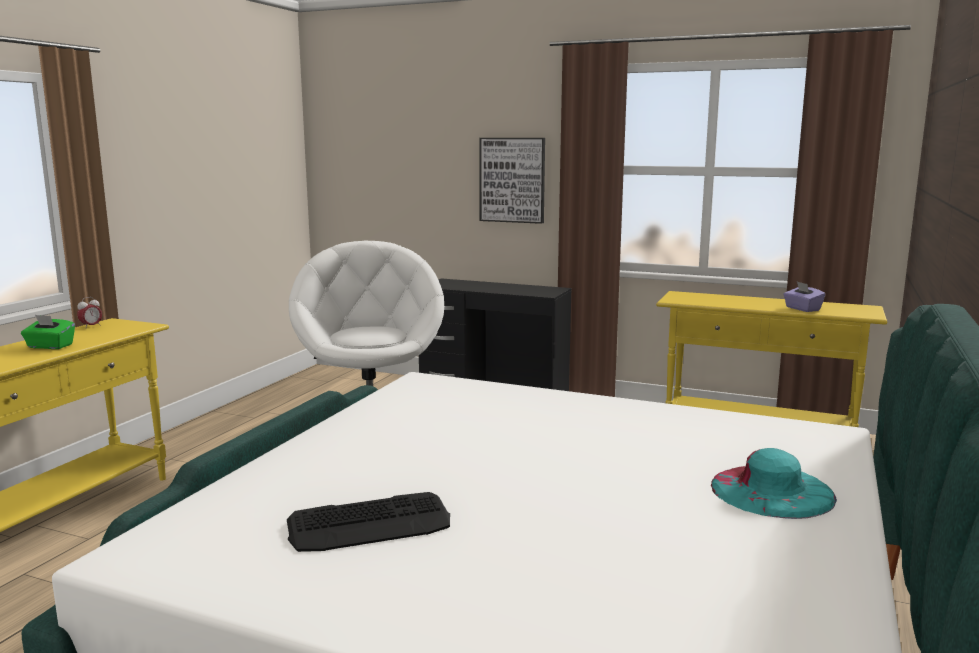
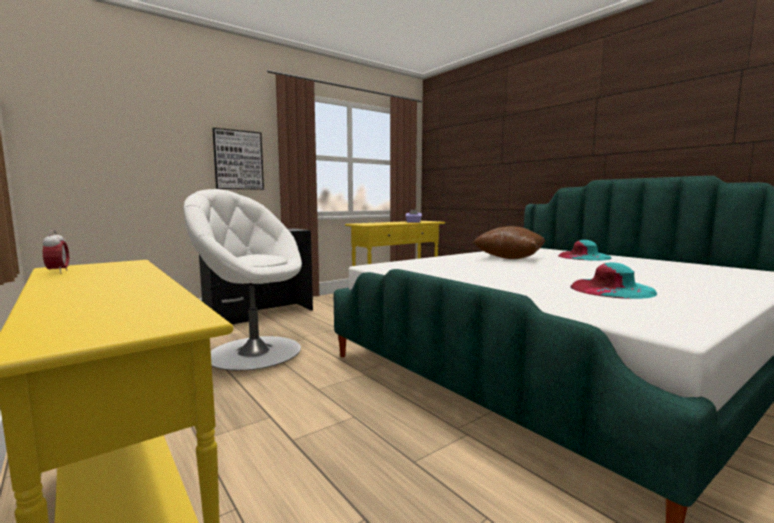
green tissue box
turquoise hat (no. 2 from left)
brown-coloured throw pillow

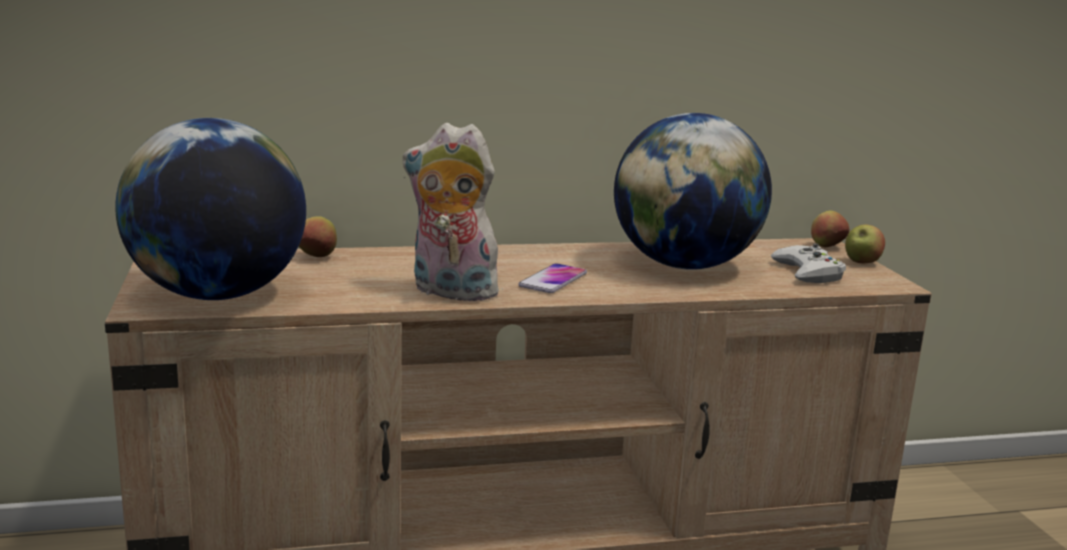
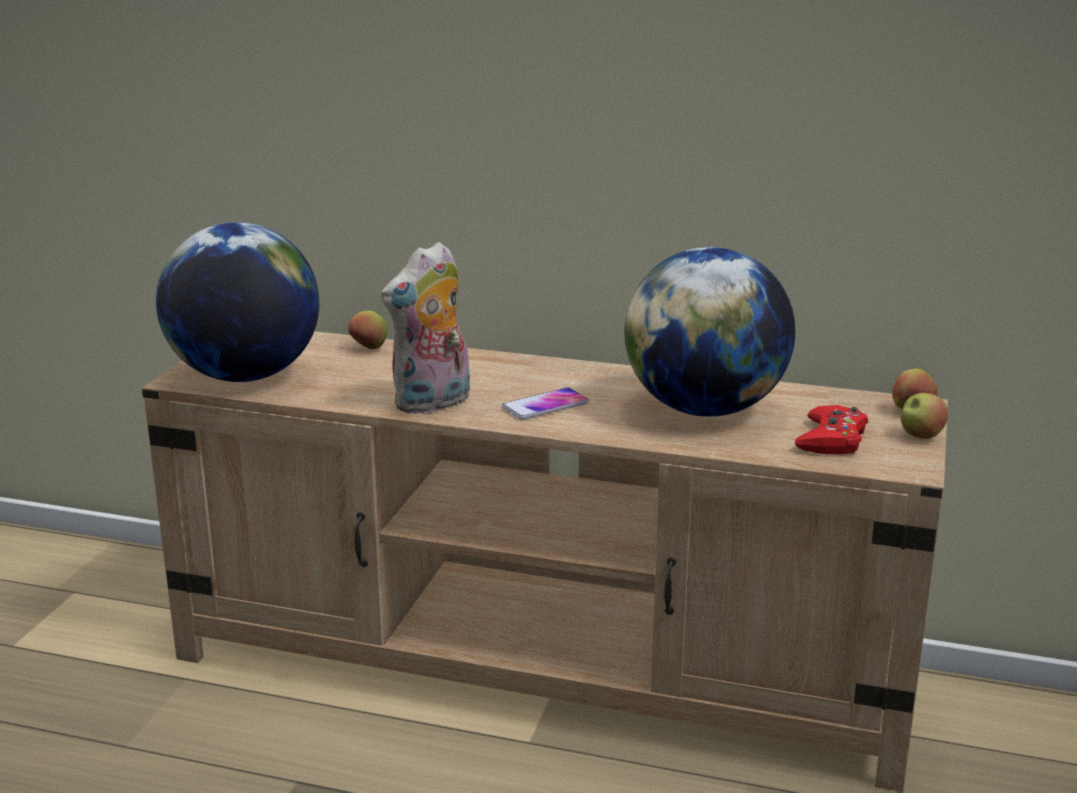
cuddly toy
red-coloured joypad

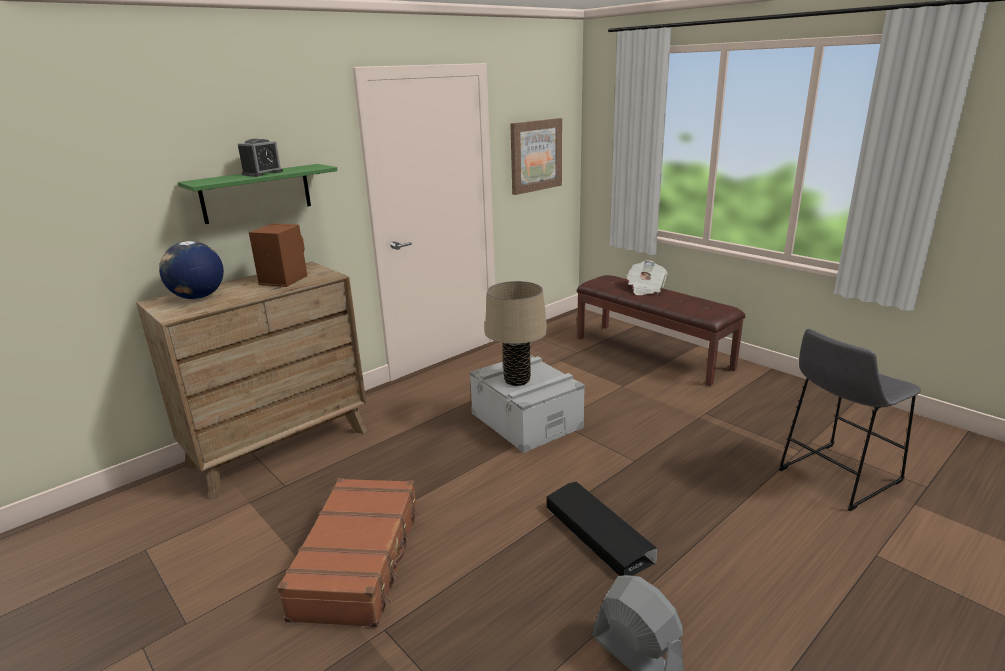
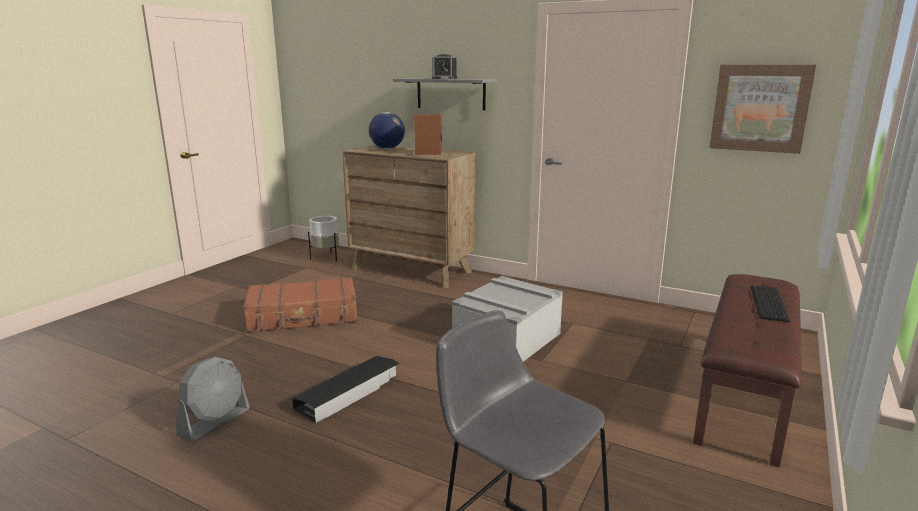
gray wall shelf
PC keyboard
beige-coloured tabletop lamp
whitish planter

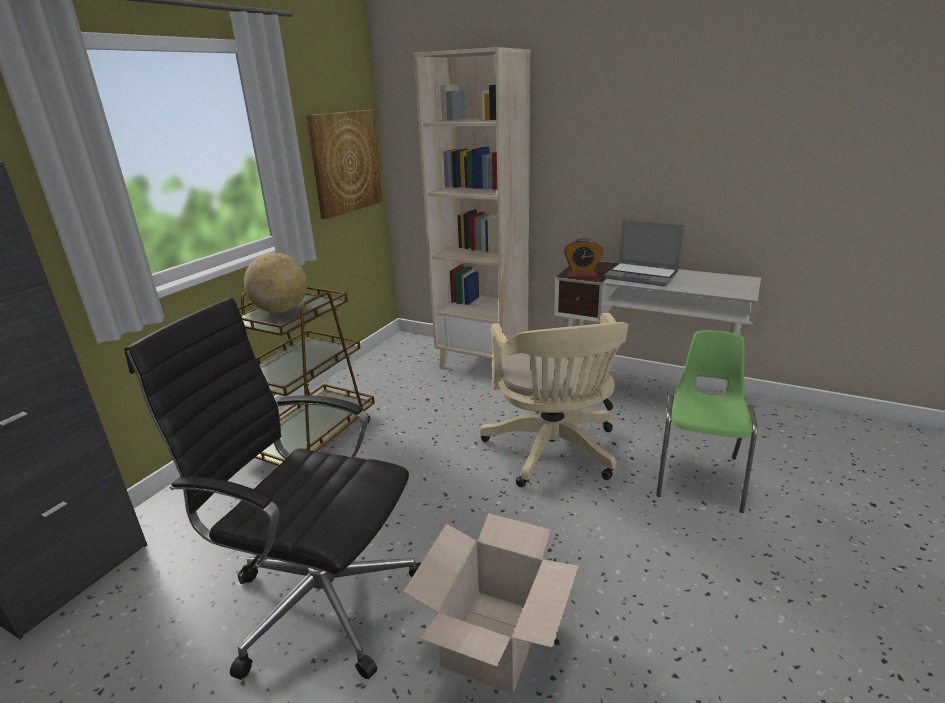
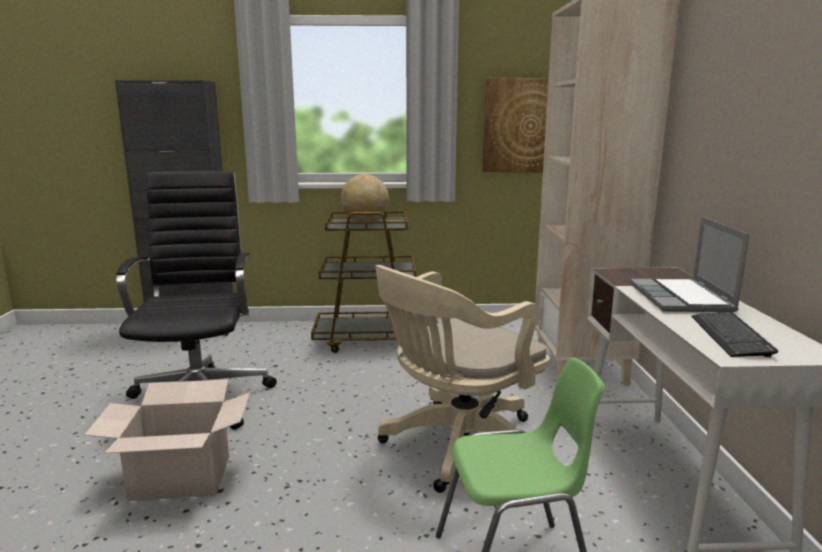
table clock
PC keyboard

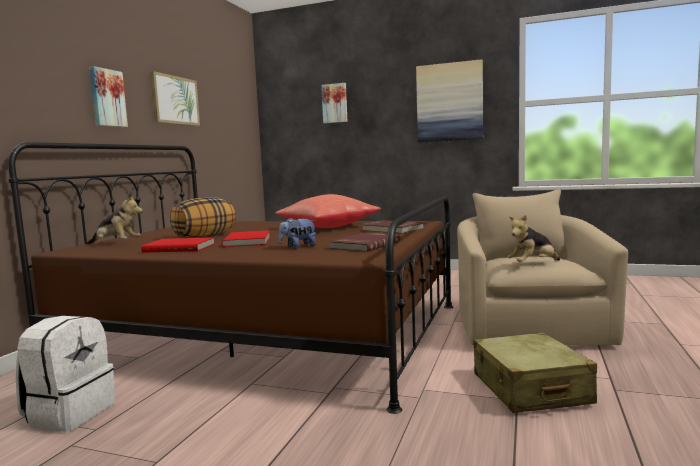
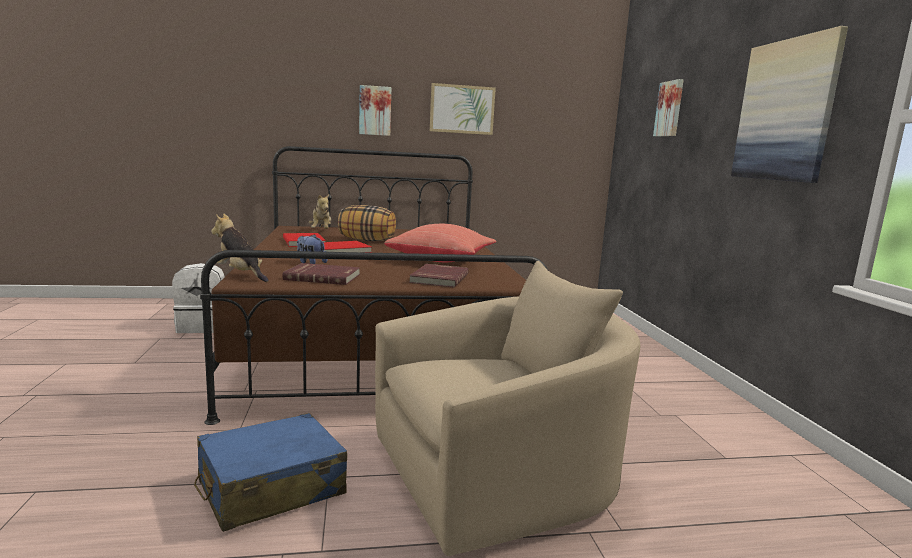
cuddly toy (no. 1 from left)
bluish travel case

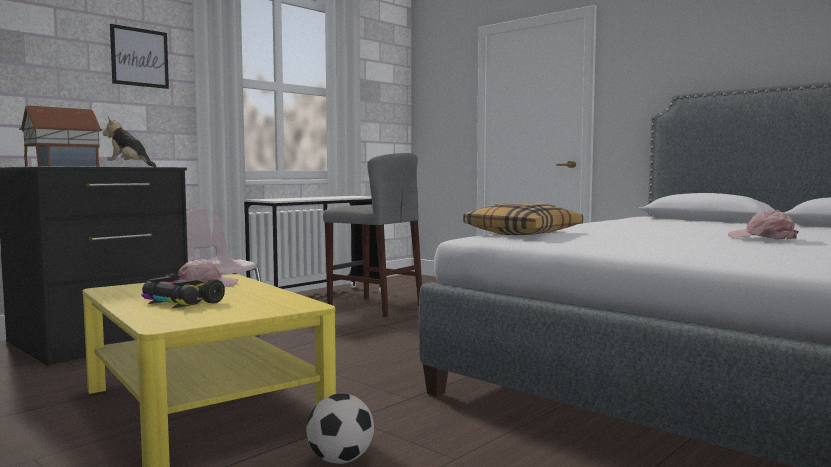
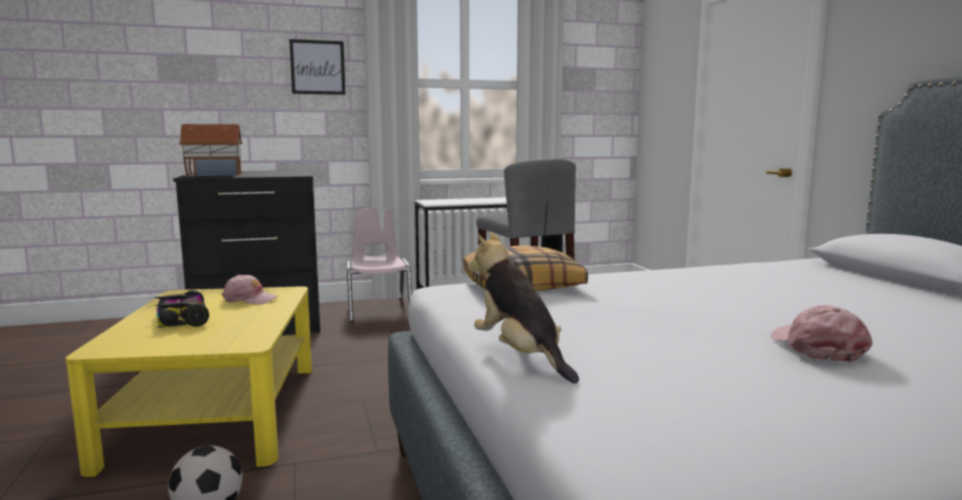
cuddly toy

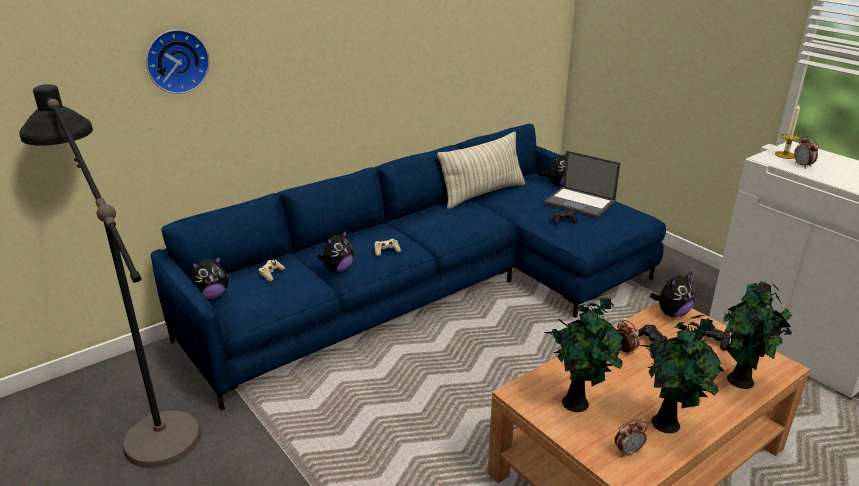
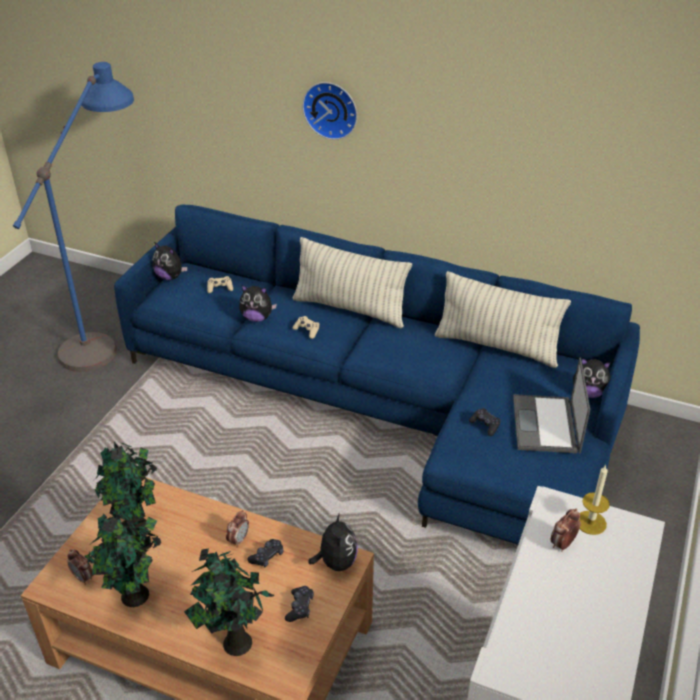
clock on the wall
bluish floor lamp
cuddly toy (no. 3 from left)
throw pillow (no. 1 from left)

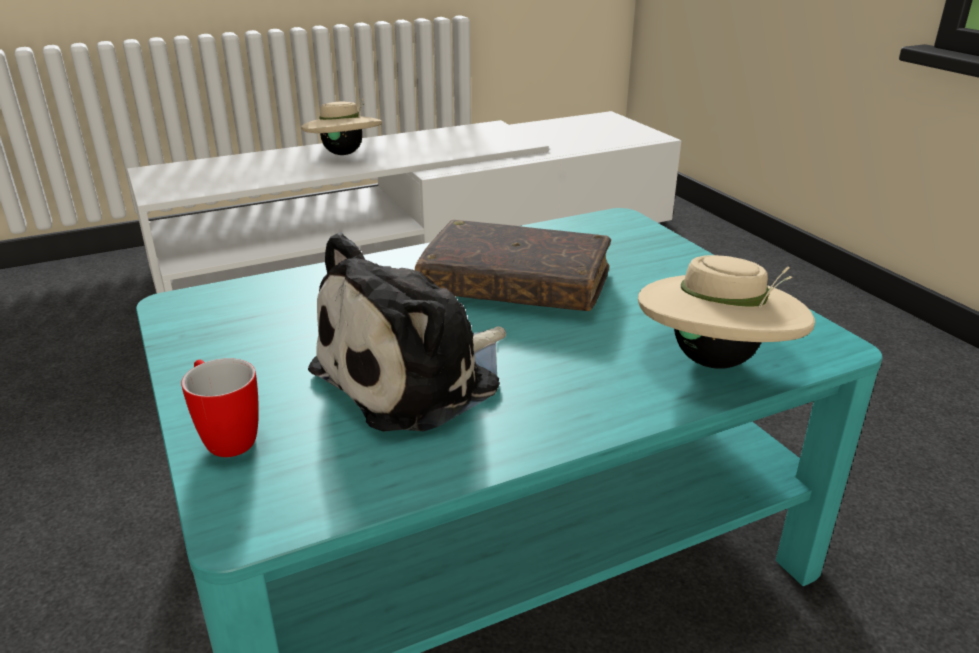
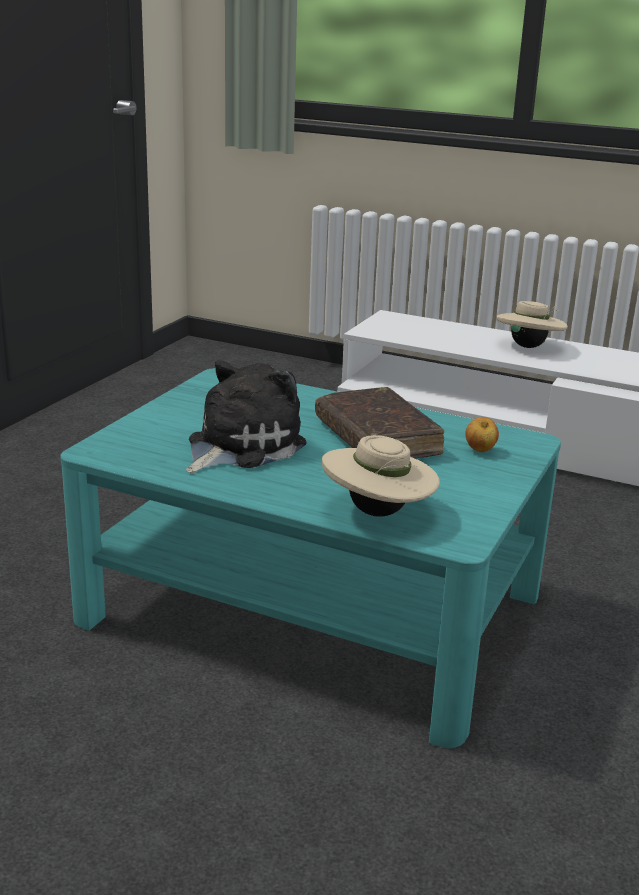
cuddly toy
coffee mug
apple fruit

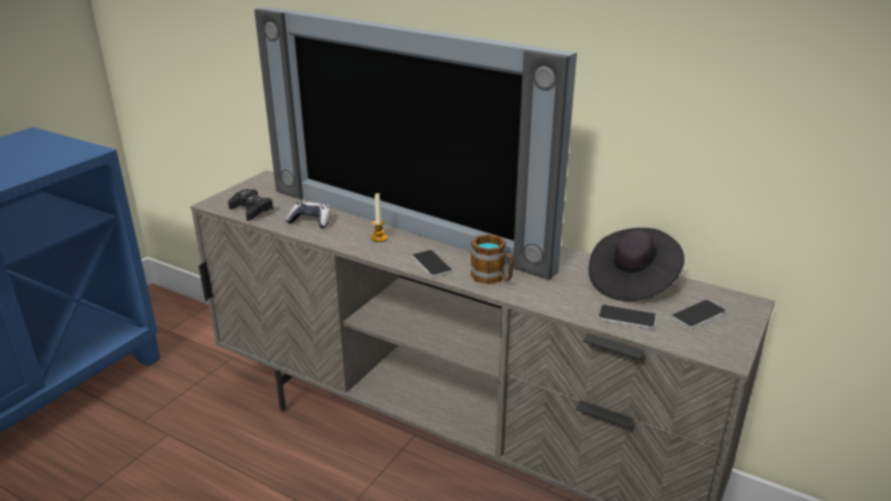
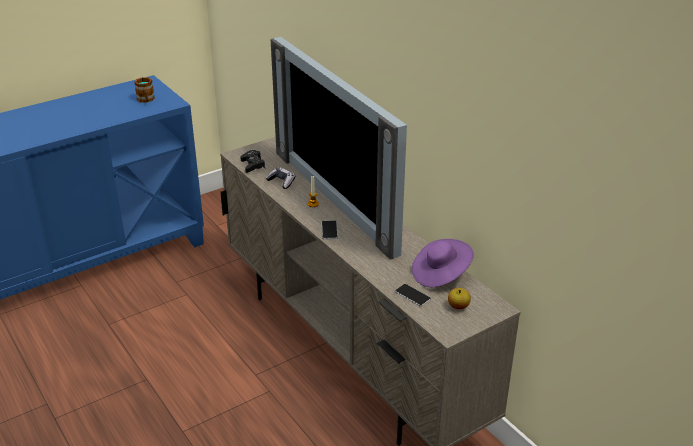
purple hat
coffee mug
apple fruit

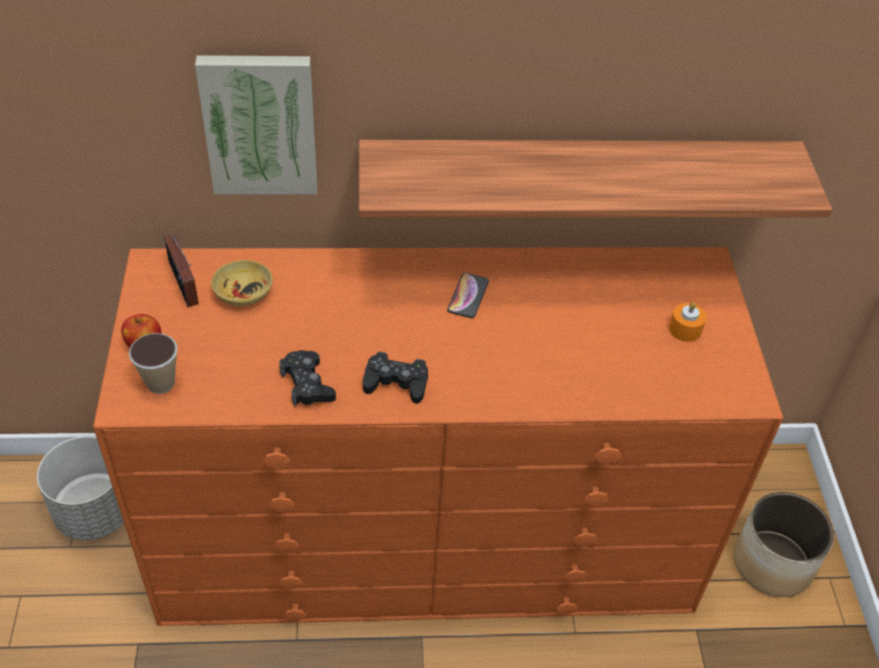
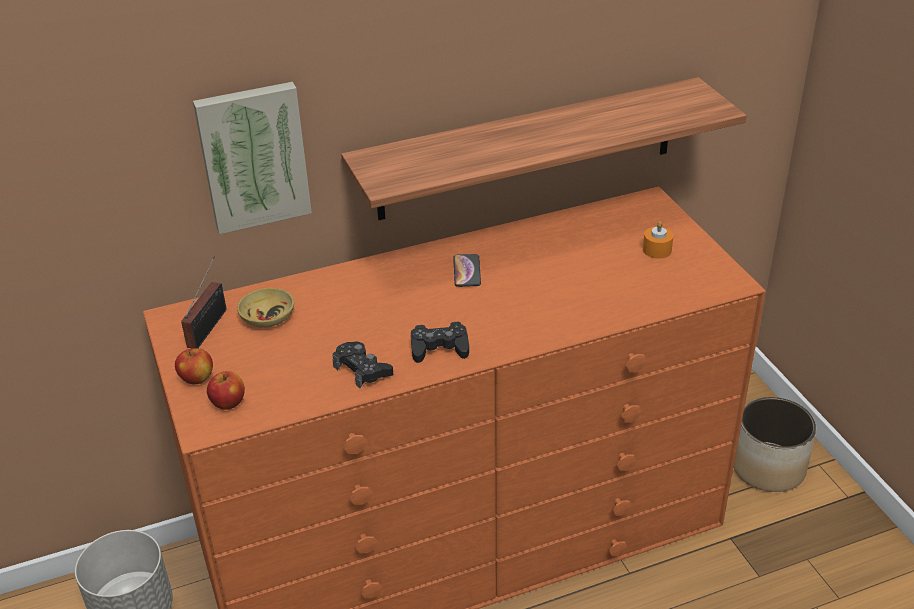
radio set
apple fruit (no. 2 from left)

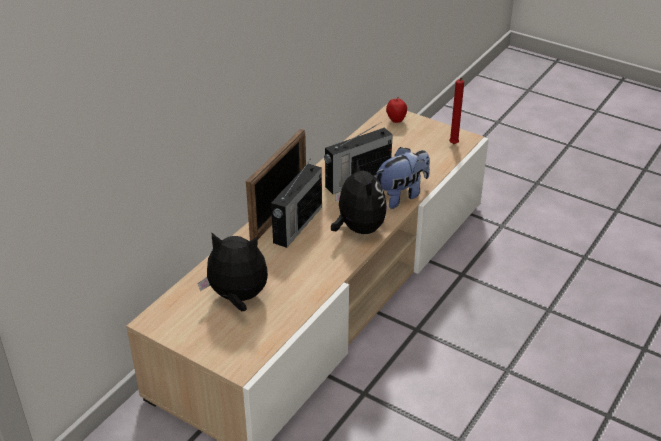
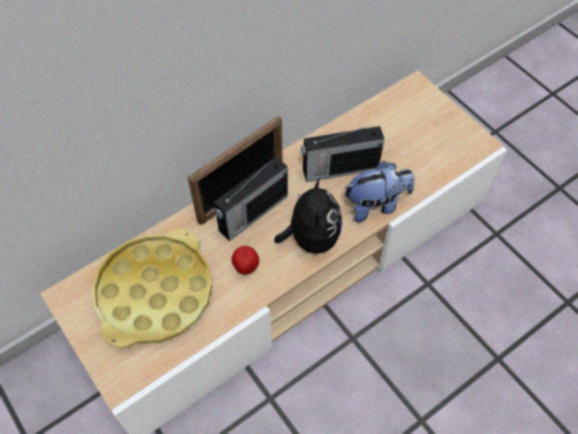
red-coloured wax light
apple fruit
yellow tray

